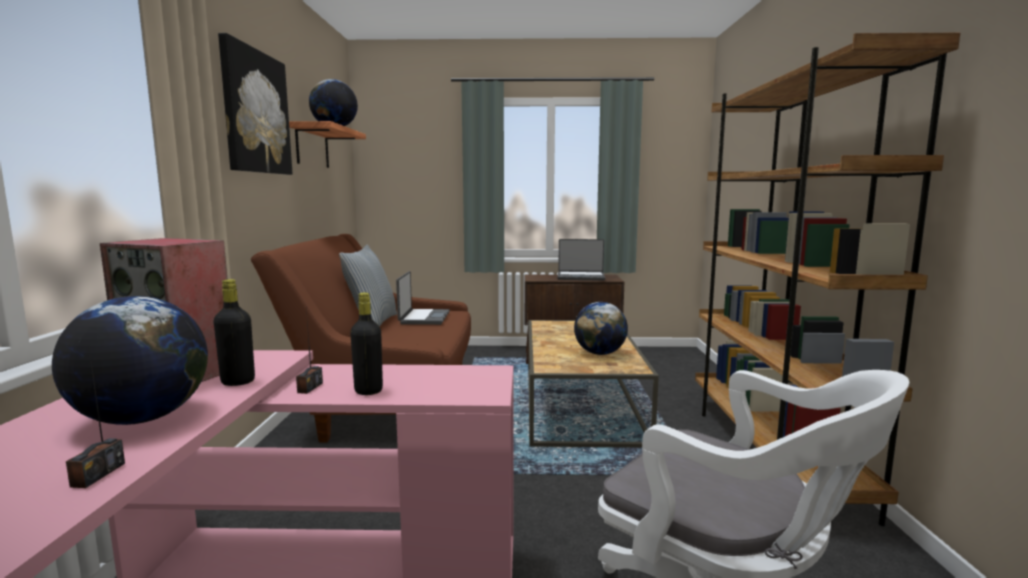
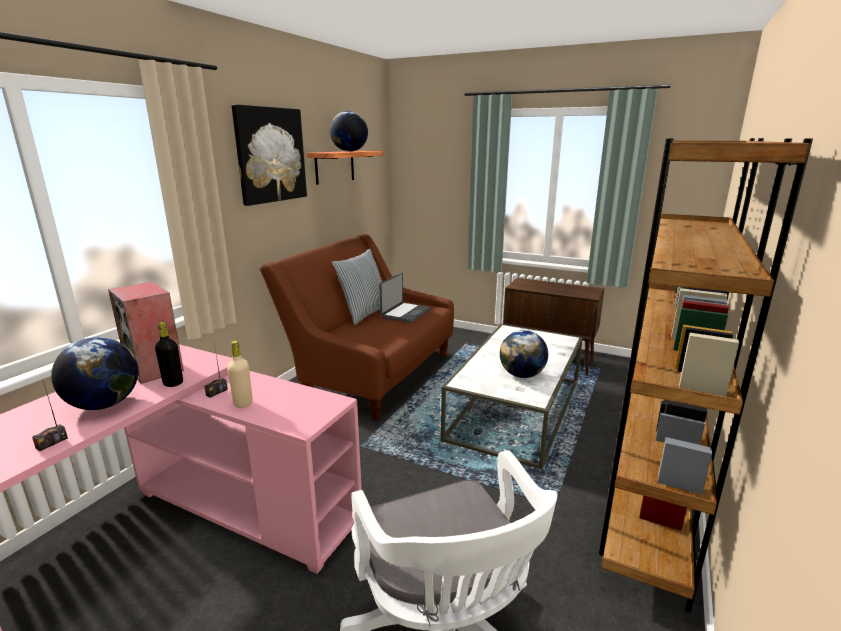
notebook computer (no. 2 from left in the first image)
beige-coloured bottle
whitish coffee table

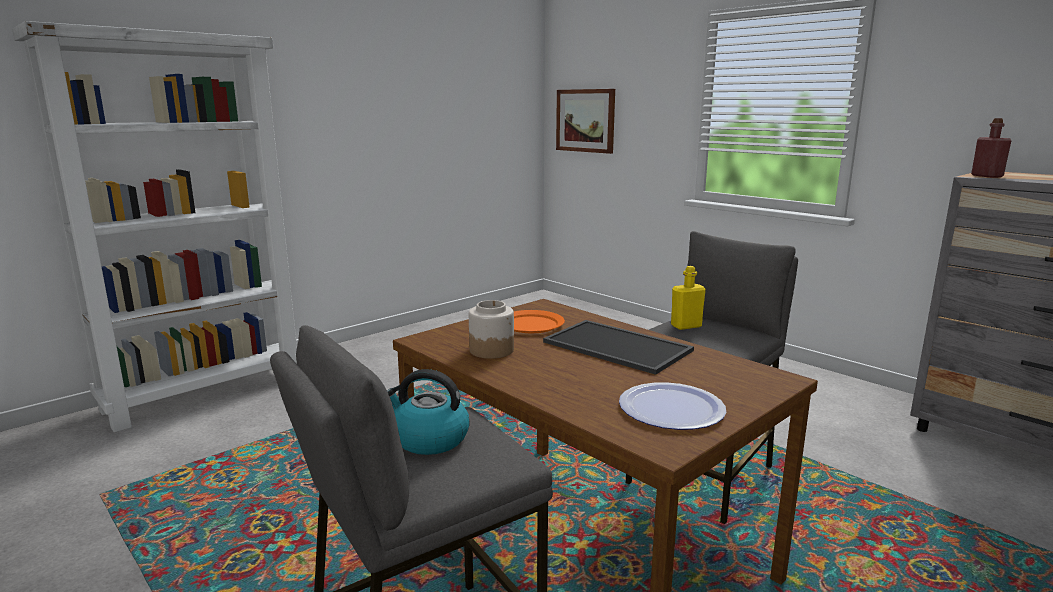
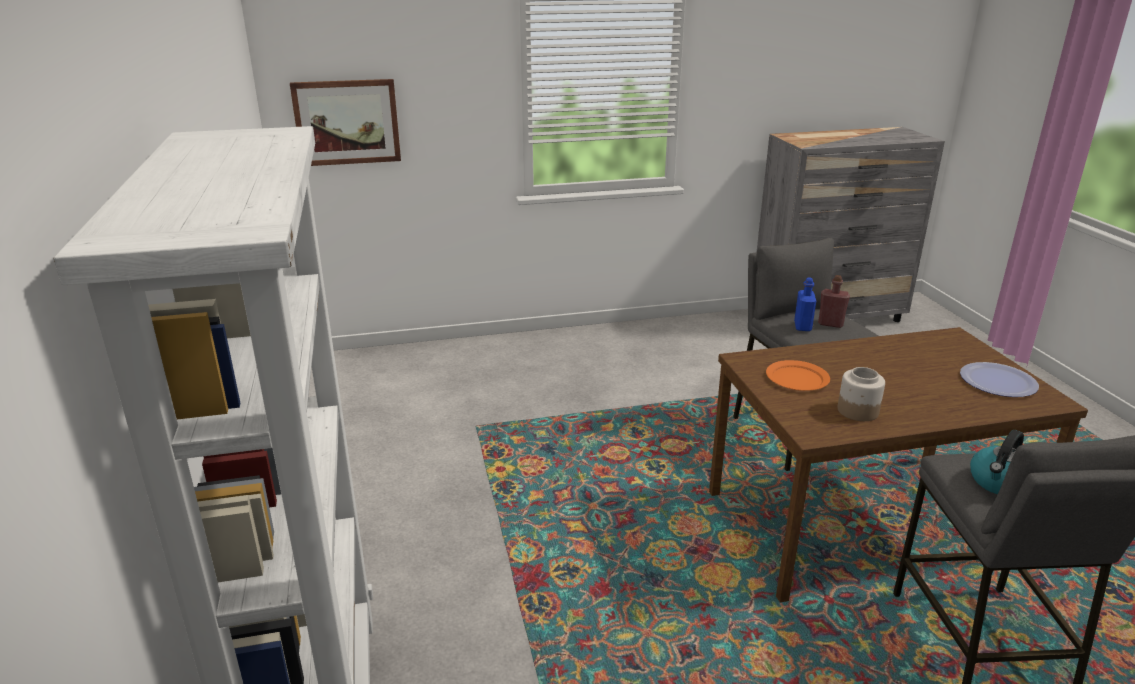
red-coloured bottle
bluish bottle
tray

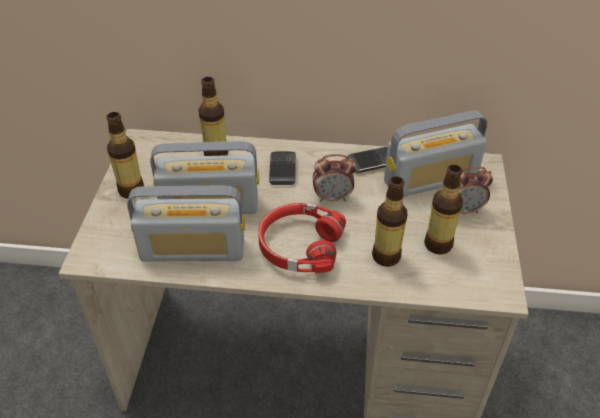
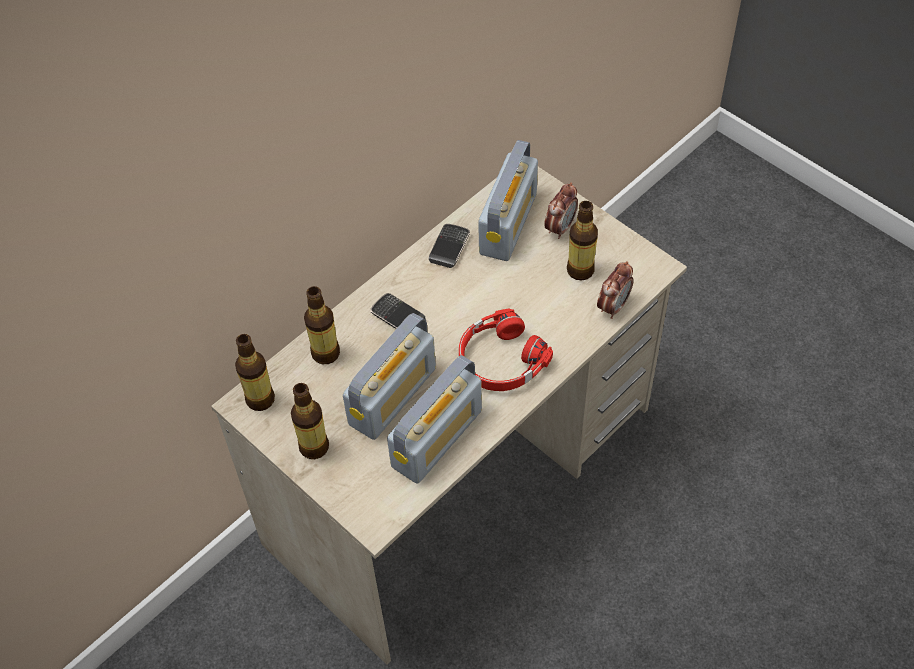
table clock (no. 2 from left)
bottle (no. 1 from left)

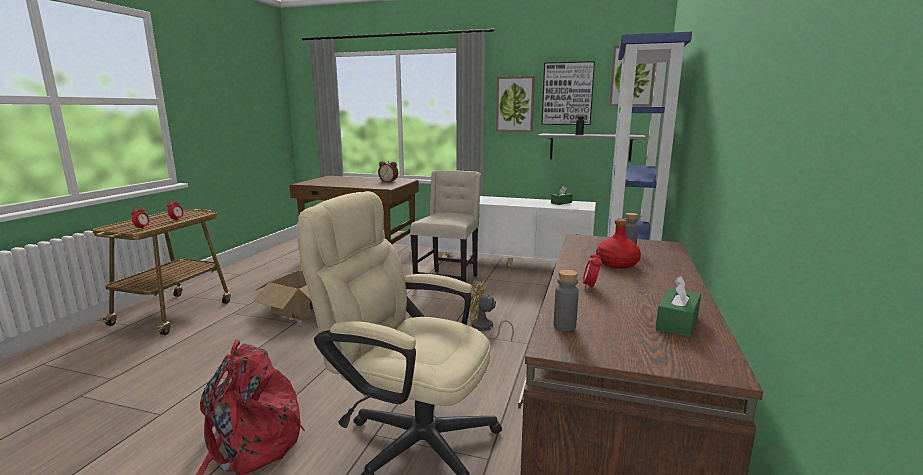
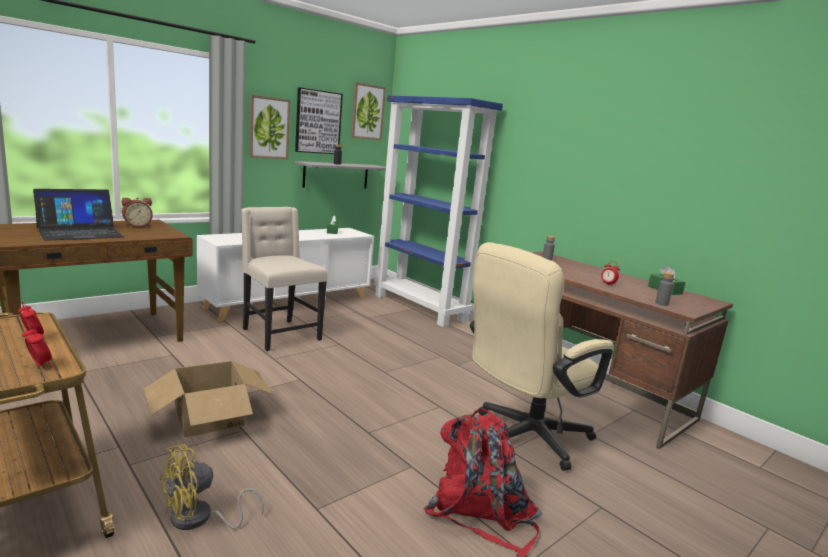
red-coloured bottle
yellow electric fan
notebook computer

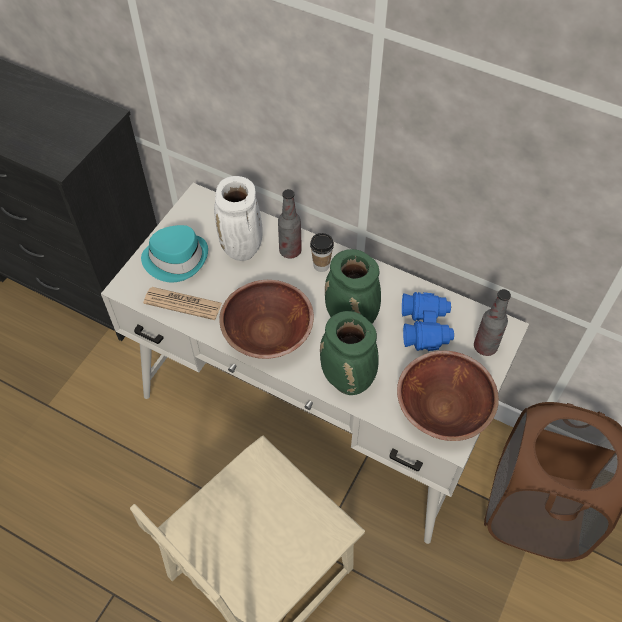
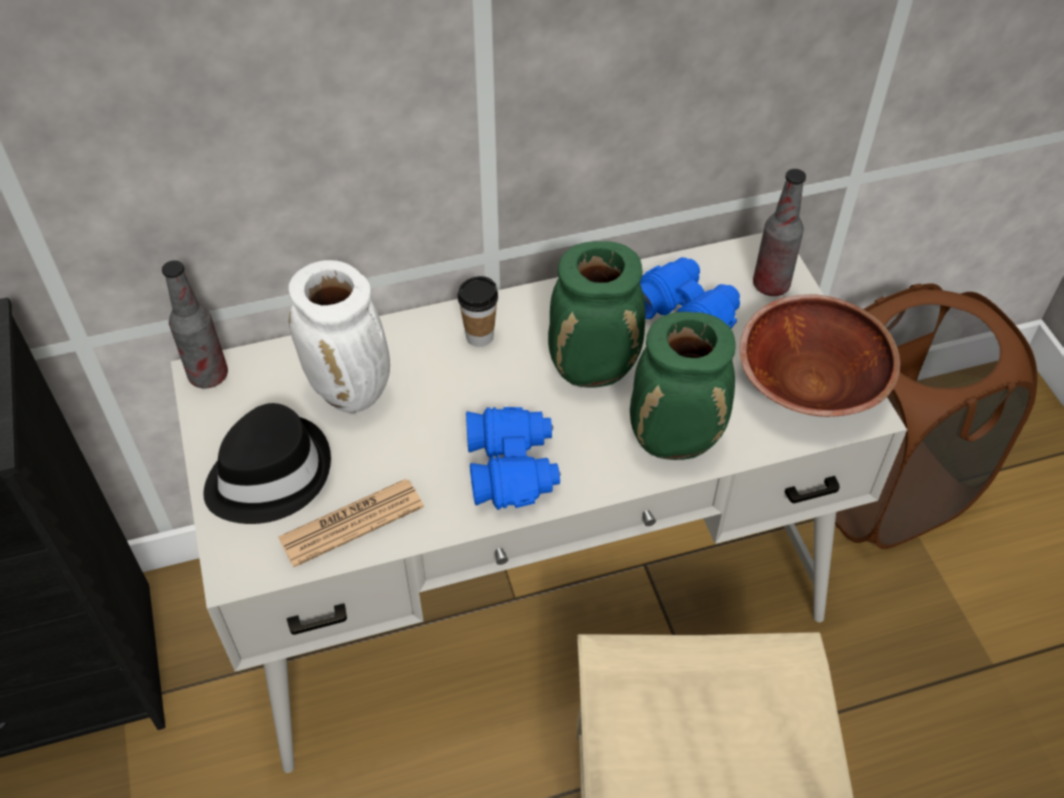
bottle (no. 1 from left)
black-coloured hat
bluish binoculars (no. 1 from left)

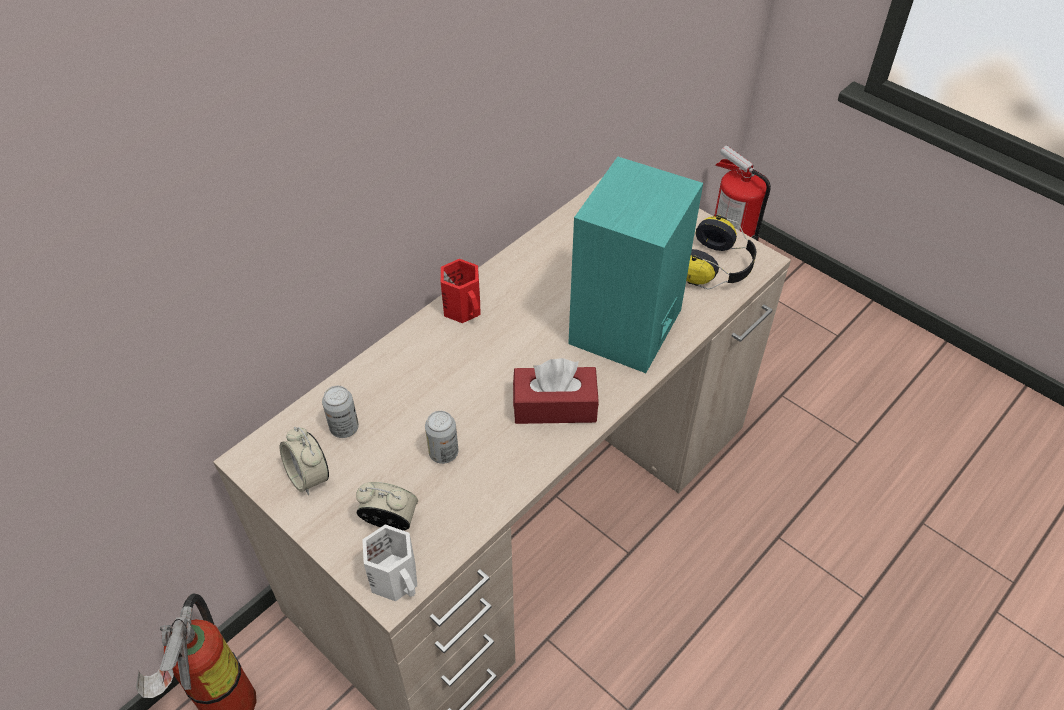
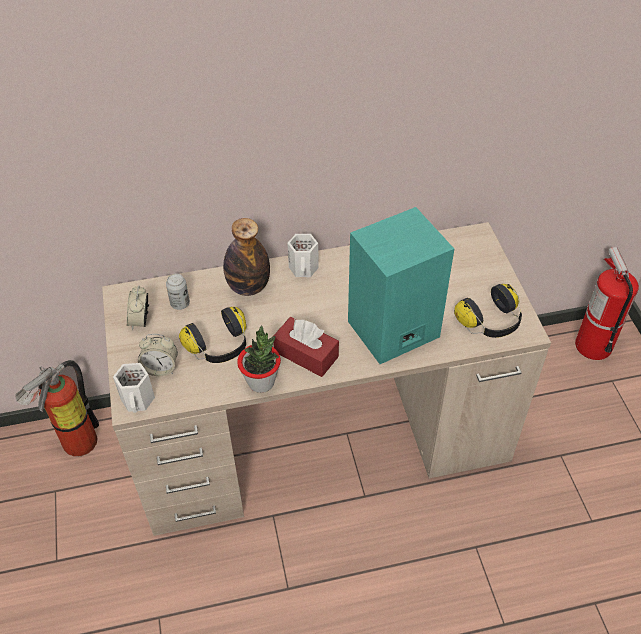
whitish coffee mug (no. 2 from left)
headphones (no. 1 from left)
table clock (no. 2 from left)
bottle
houseplant

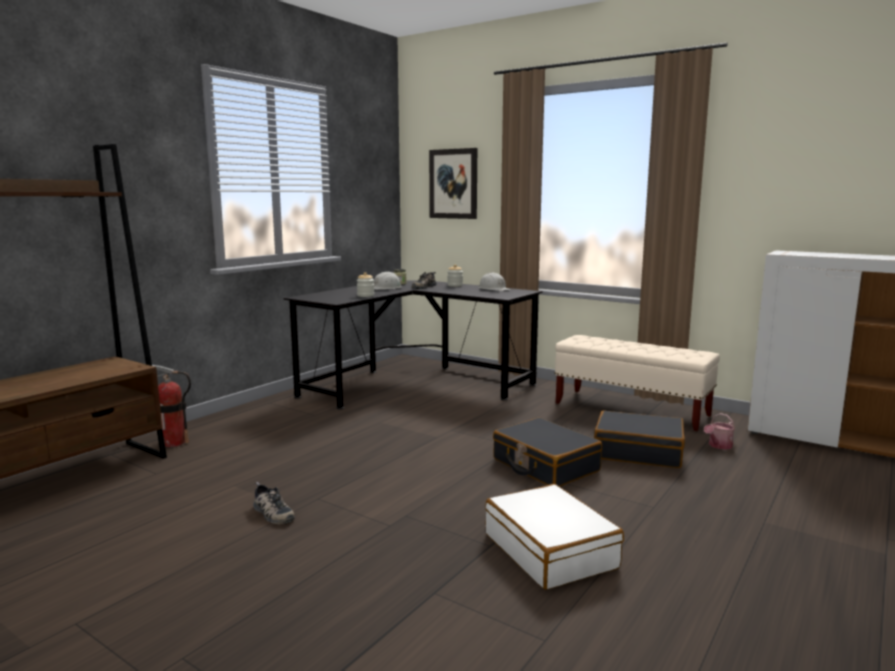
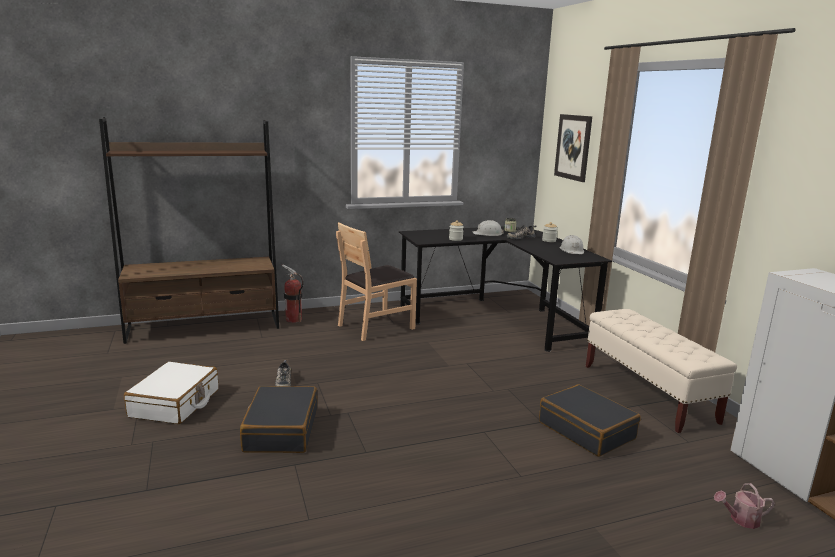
sprinkling can
black-coloured travel case (no. 1 from left)
whitish travel case
brown-coloured plain chair

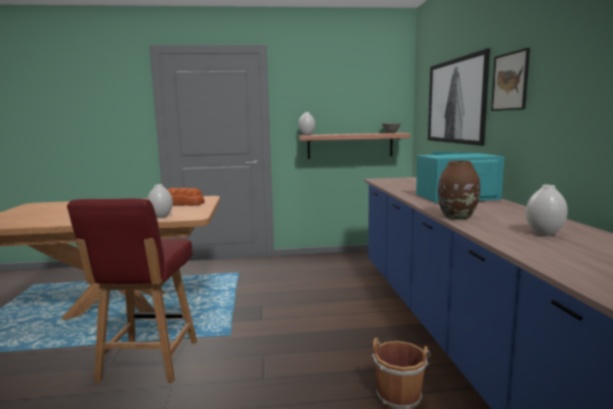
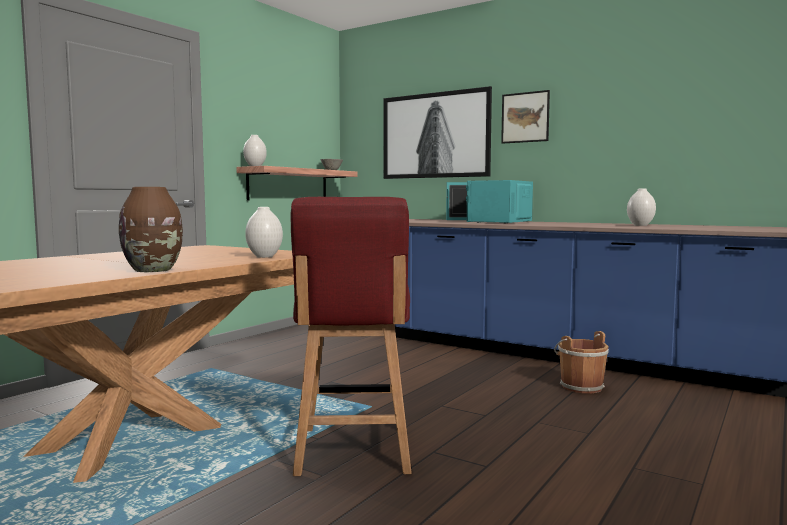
brown-coloured vase
bakery bread
red-coloured plain chair

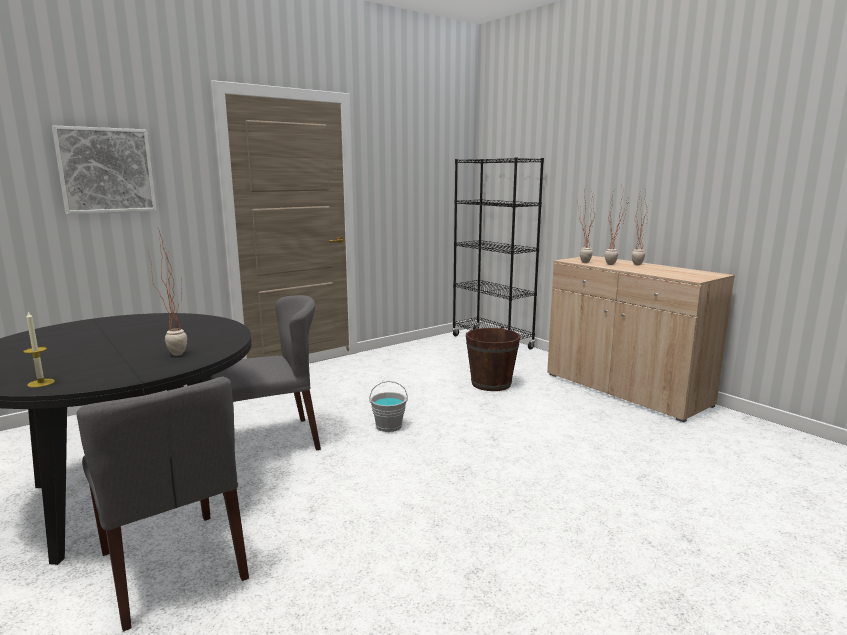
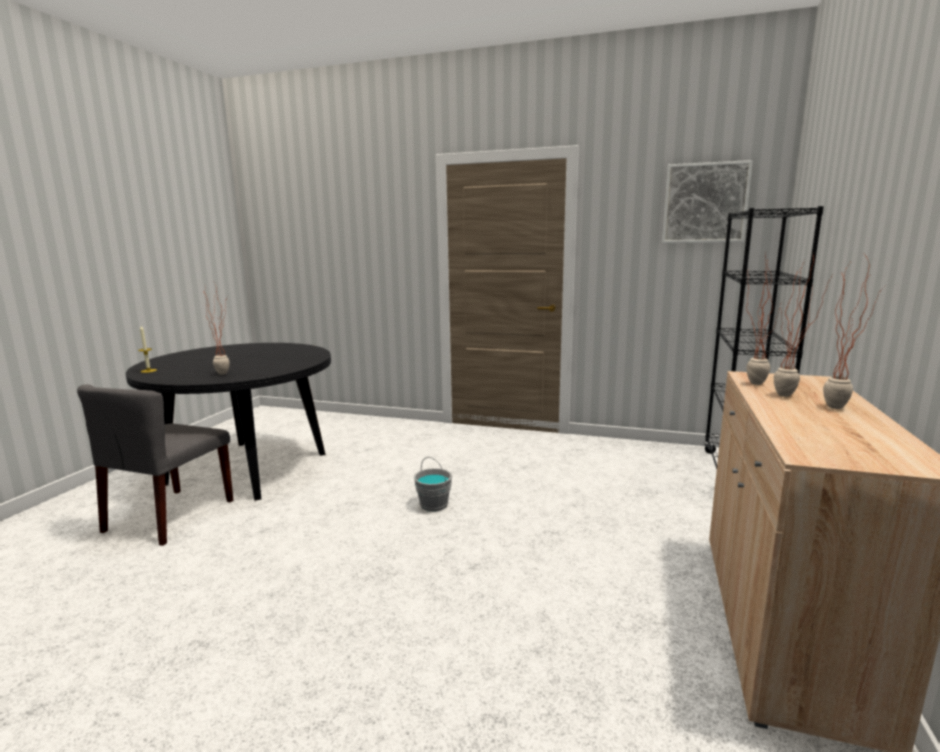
wall picture
gray plain chair (no. 2 from left in the first image)
brown-coloured pail

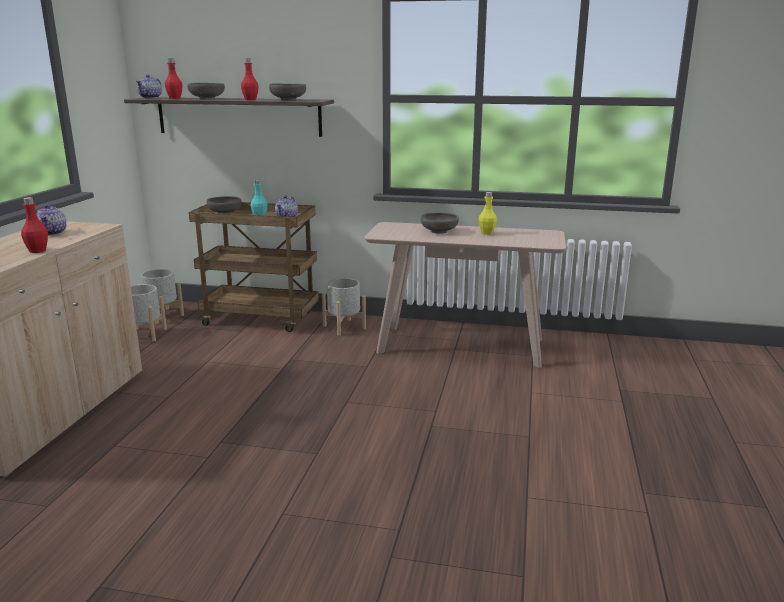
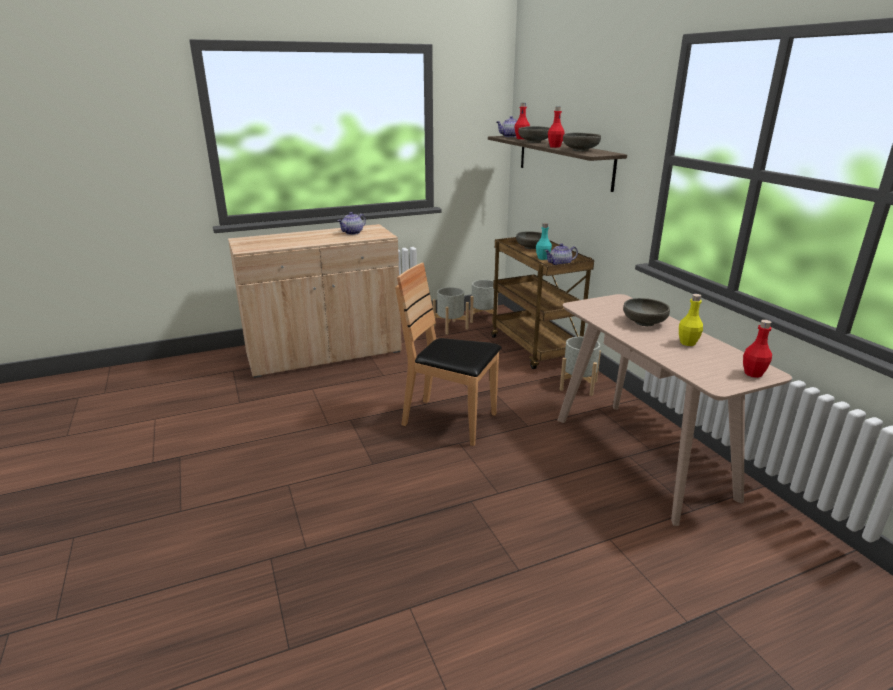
red-coloured bottle (no. 3 from left)
brown-coloured plain chair

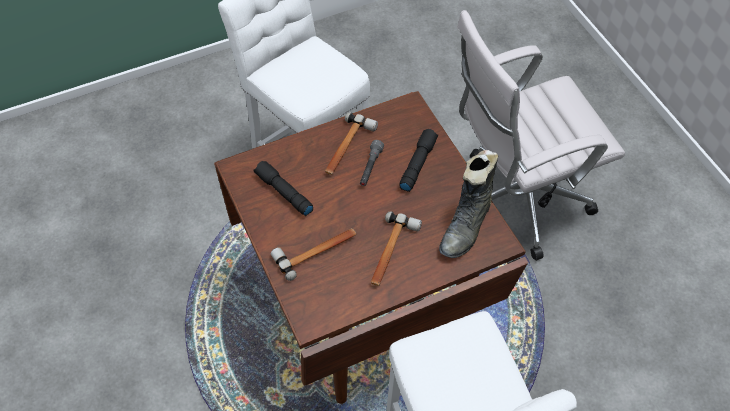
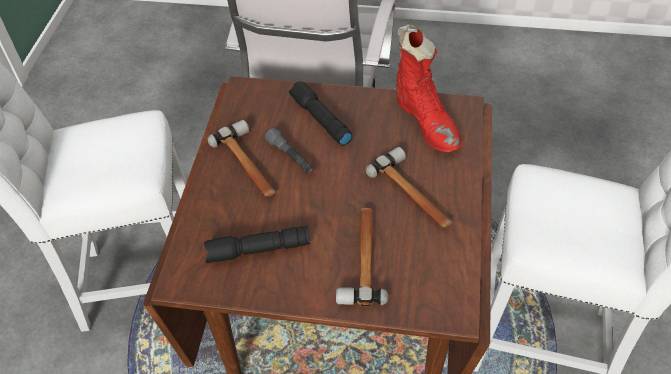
red-coloured high-top boot

